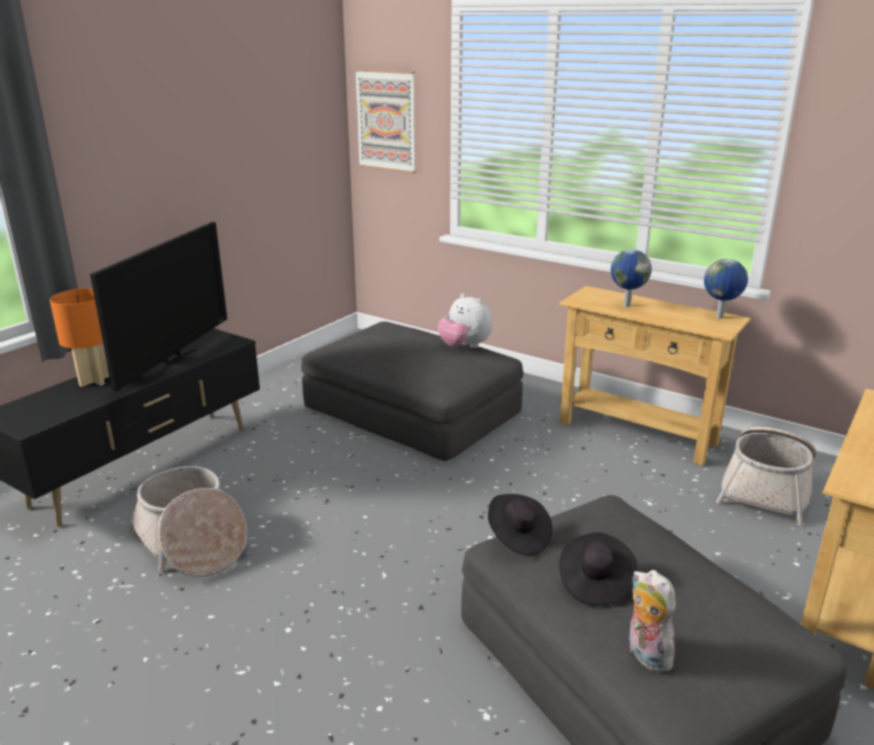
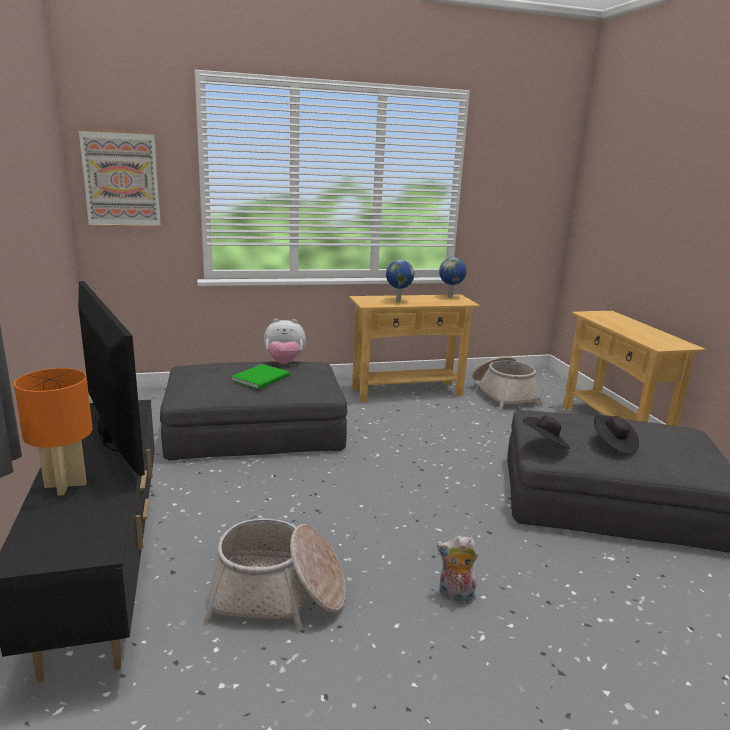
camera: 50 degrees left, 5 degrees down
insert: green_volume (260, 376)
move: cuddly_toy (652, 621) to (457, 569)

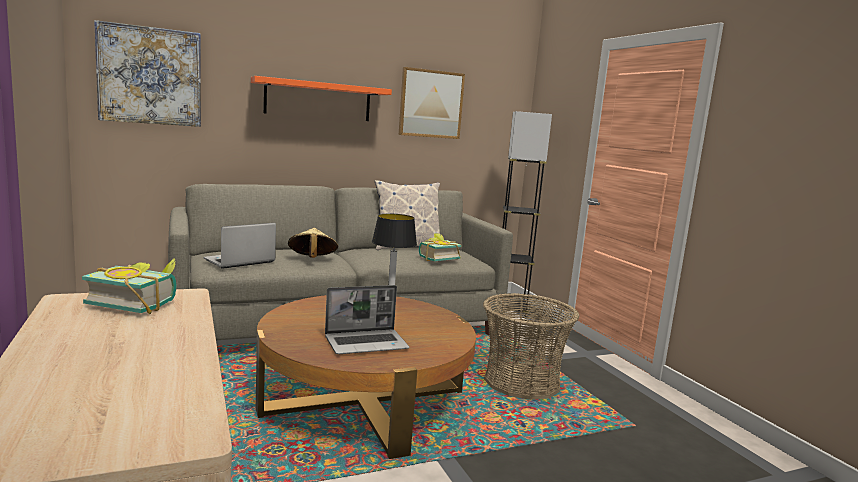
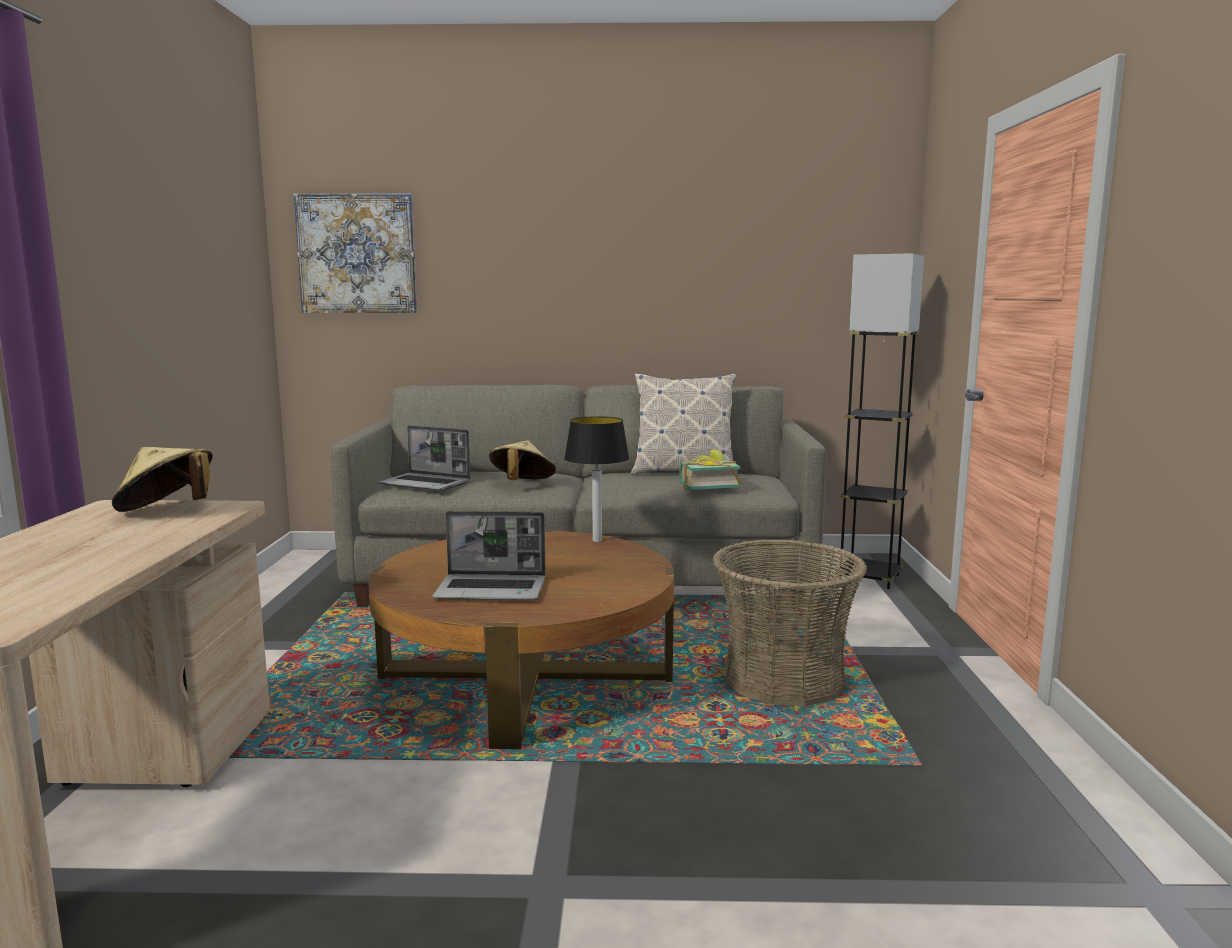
camera: 25 degrees right, 0 degrees up
delete: orange-coloured_wall_shelf (321, 98); picture (432, 103)
replace: volume (129, 286) to sand-coloured_clothing_hat (162, 479)
rotate: notebook_computer (239, 246) = (424, 458) 135 degrees counterclockwise

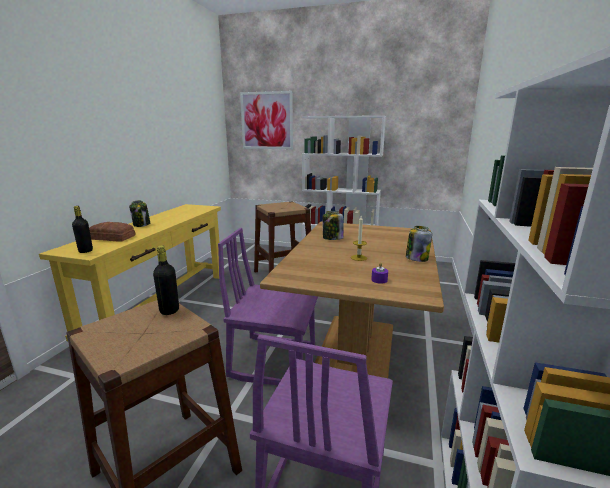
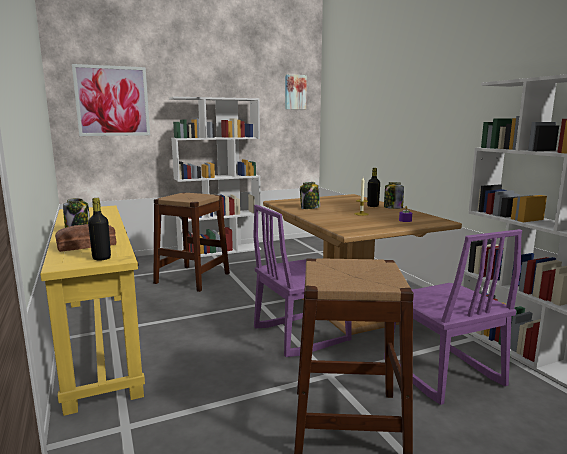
camera: 40 degrees left, 5 degrees down
insert: picture (296, 92)
move: black-coloured_beverage_bottle (166, 280) to (373, 187)

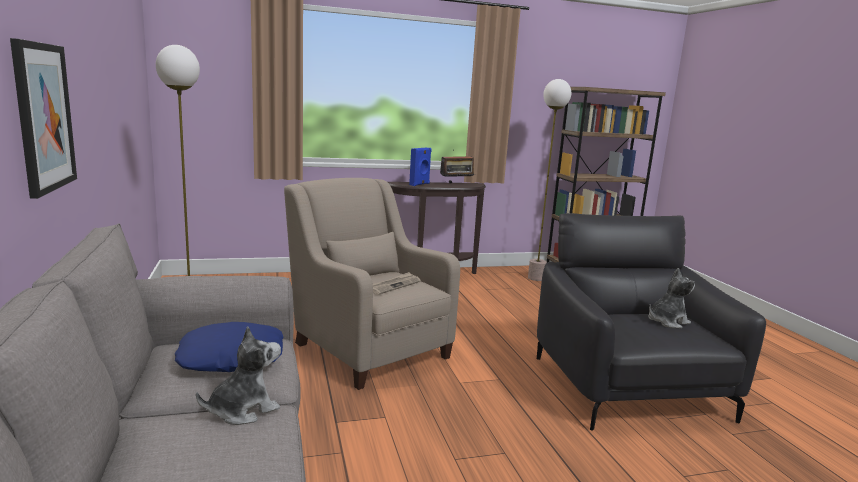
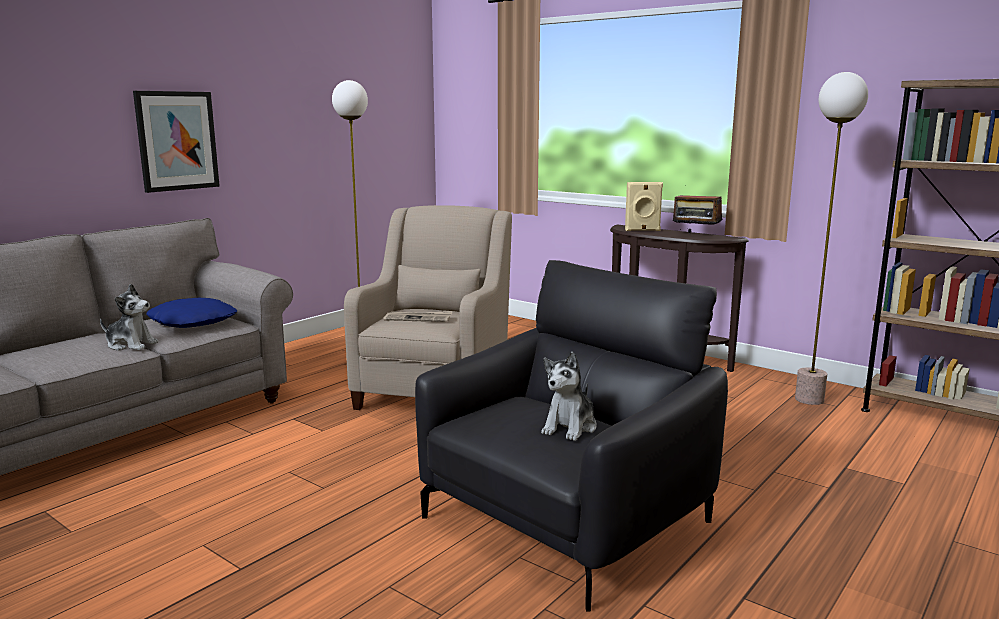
camera: 55 degrees right, 0 degrees up
recolor: blue-coloured_loudspeaker (420, 167) to sand-coloured_loudspeaker (644, 206)
rotate: cuddly_toy (671, 298) = (569, 396) 90 degrees clockwise

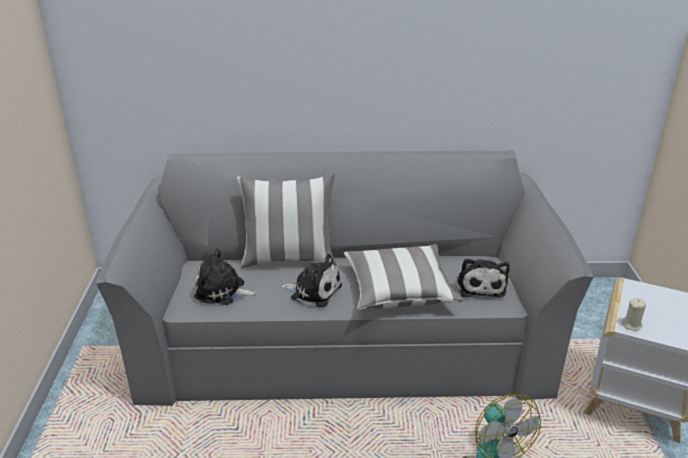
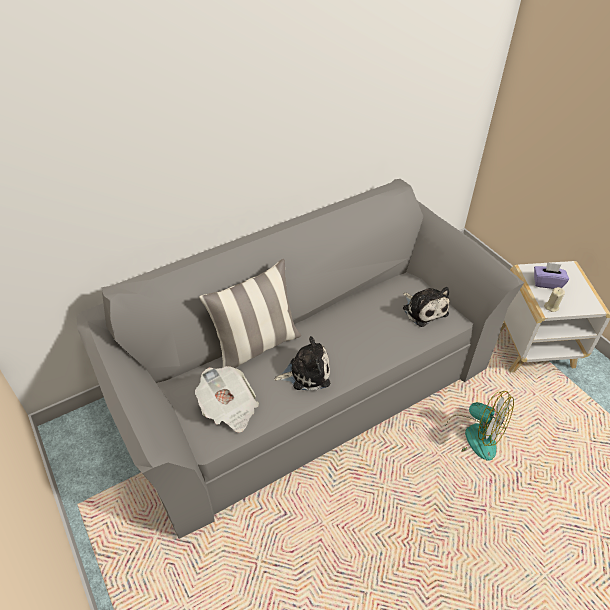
camera: 30 degrees left, 15 degrees up
delete: pillow (403, 277)
insert: purplish_tissue_holder (551, 275)
replace: cuddly_toy (226, 276) to newspaper (227, 399)

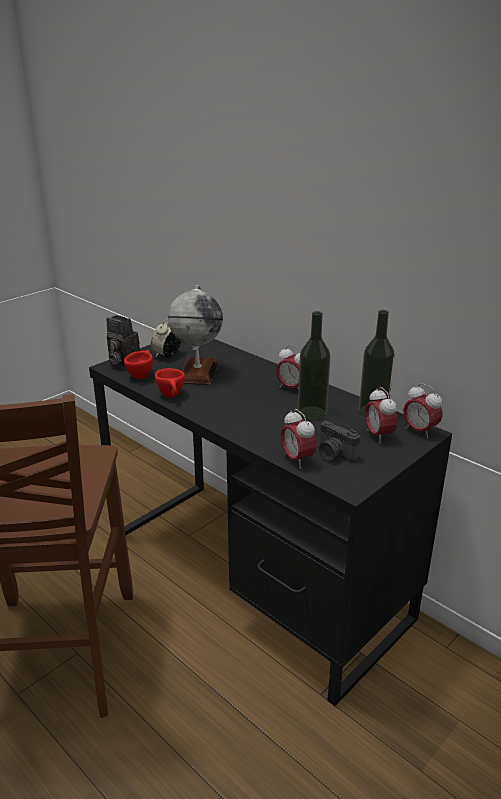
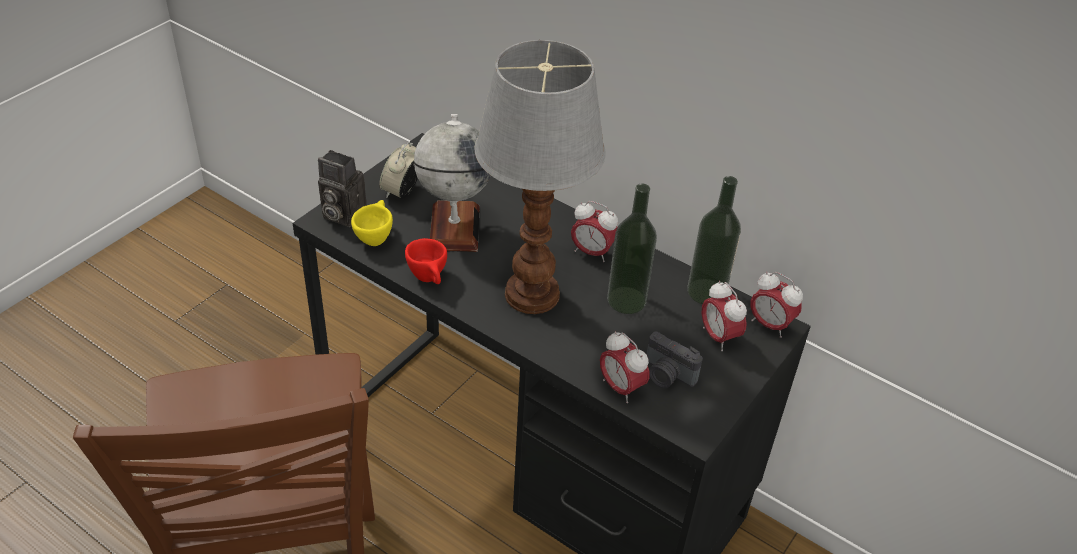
camera: 10 degrees left, 15 degrees up
insert: tabletop_lamp (539, 177)
recolor: reddish_drinking_cup (138, 364) to yellowish_drinking_cup (372, 223)

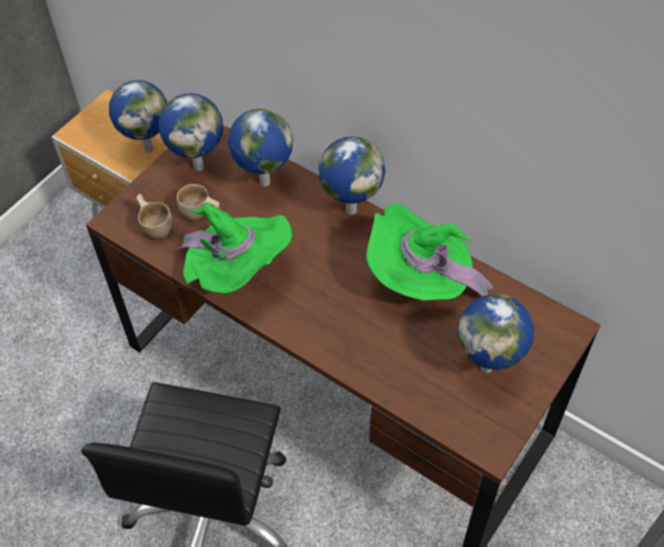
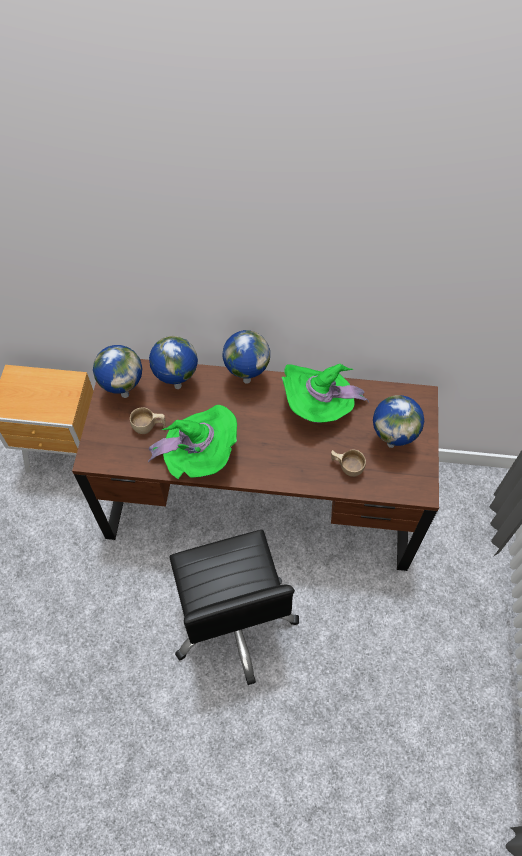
camera: 30 degrees left, 5 degrees up
delete: desk_globe (138, 116)
move: sand-coloured_drinking_cup (154, 216) to (348, 463)

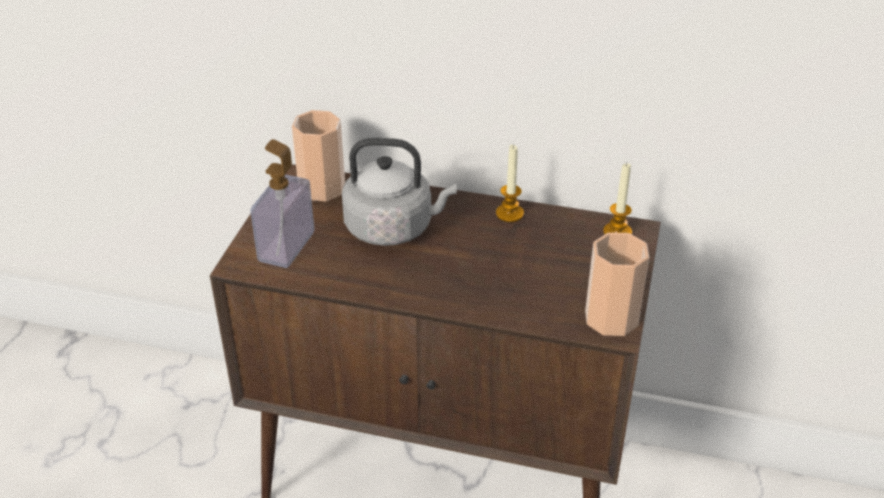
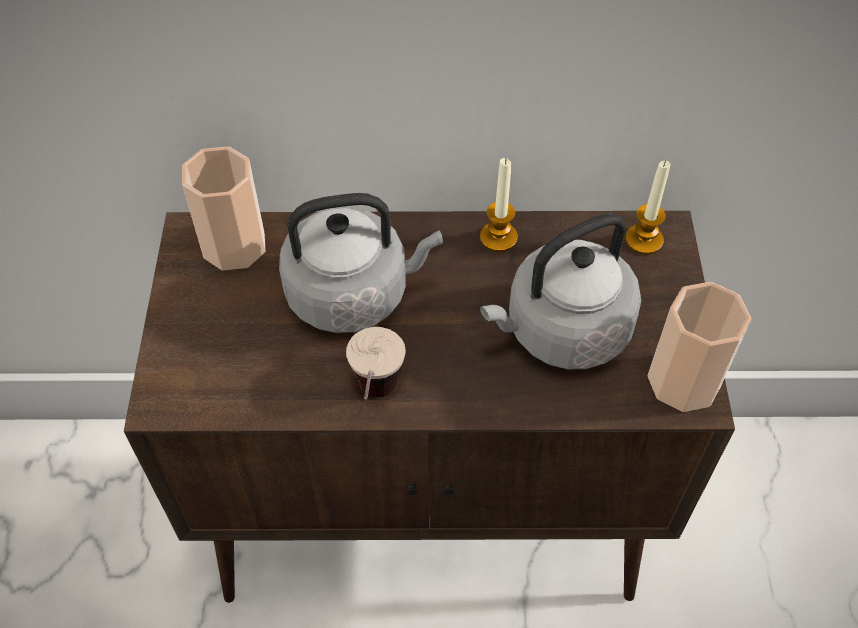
camera: 15 degrees left, 15 degrees up
delete: soap_dispenser (282, 203)
insert: drinking_cup (376, 363); gray_kettle (560, 291)

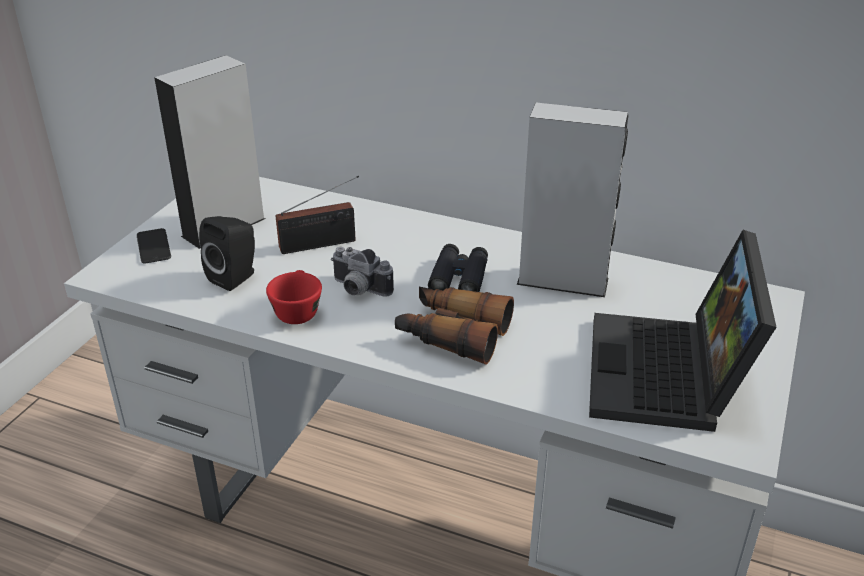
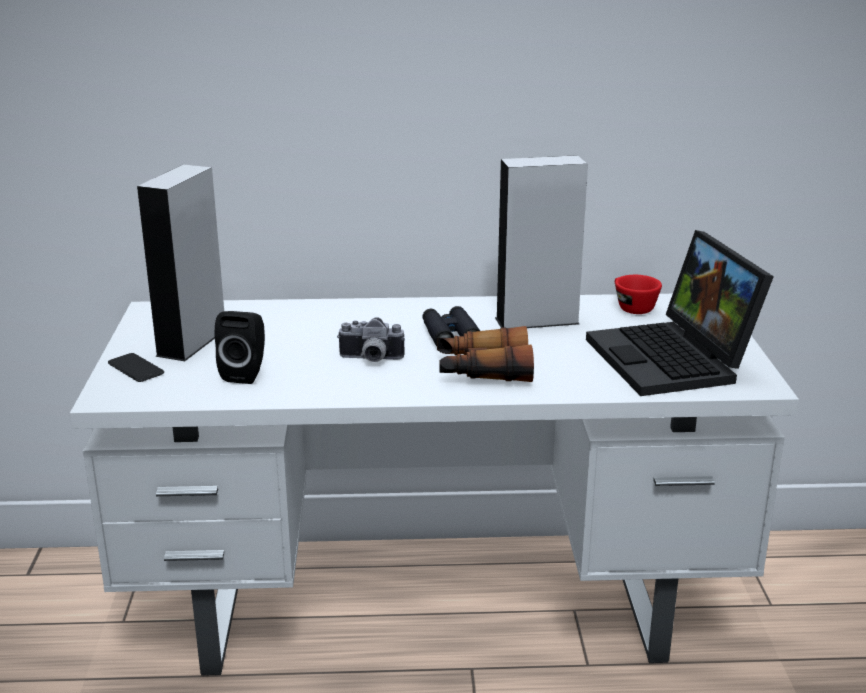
camera: 25 degrees left, 10 degrees down
delete: radio_set (317, 214)
move: reddish_drinking_cup (294, 297) to (638, 294)

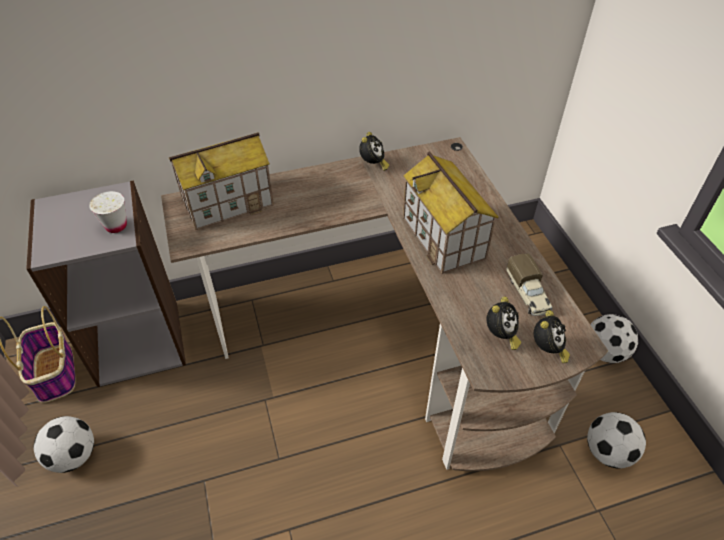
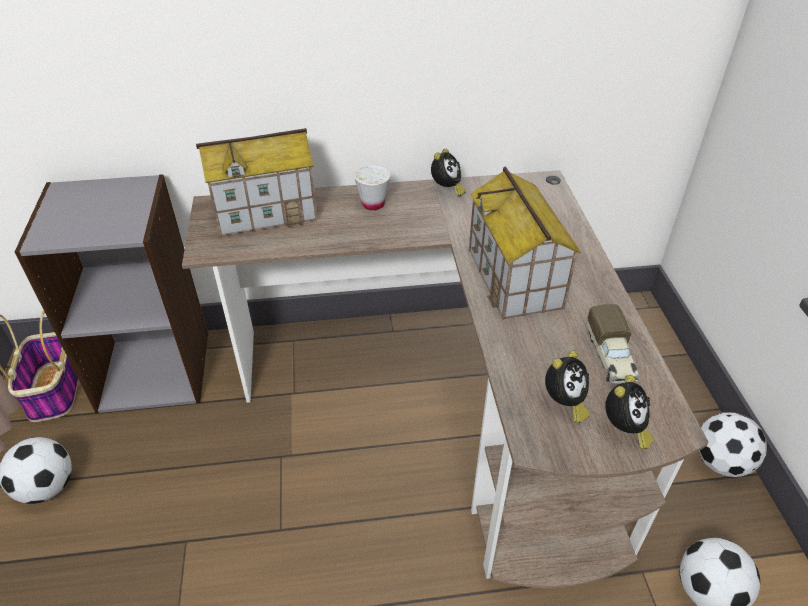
camera: 10 degrees right, 5 degrees down
move: white_drinking_cup (108, 212) to (372, 188)

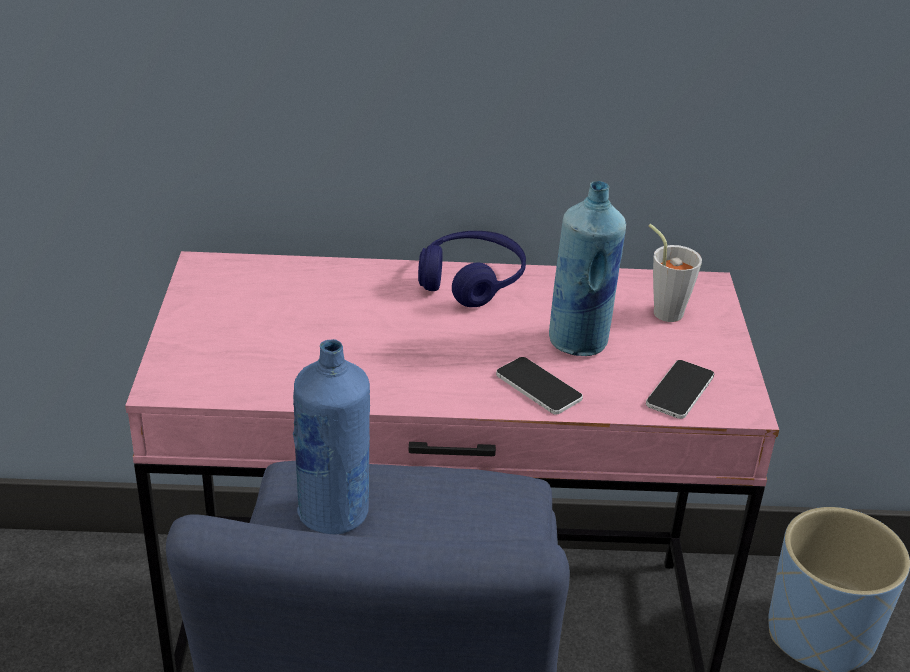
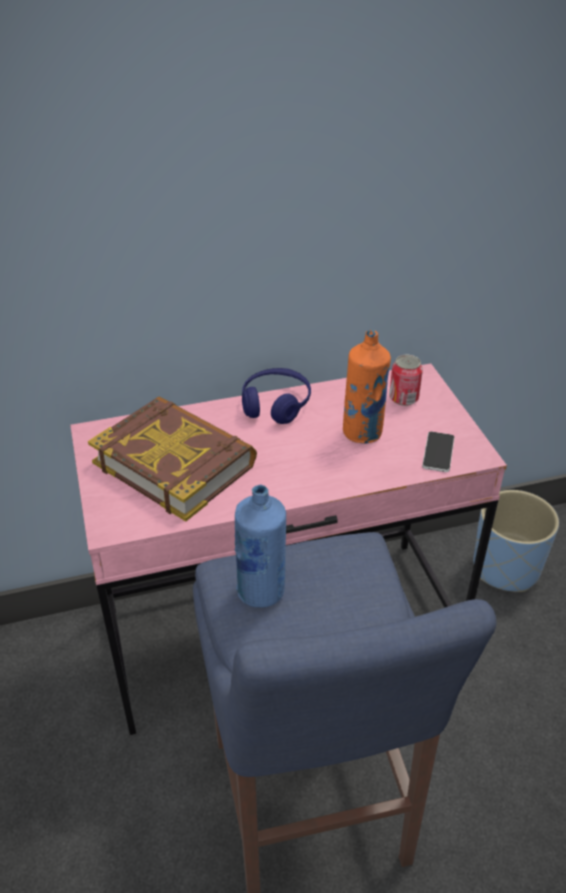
camera: 15 degrees left, 5 degrees up
delete: phone (539, 386)
insert: volume (172, 458)
replace: gray_drinking_cup (675, 273) to metal_can (406, 380)
recolor: blue-coloured_beverage_bottle (587, 268) to orange-coloured_beverage_bottle (367, 386)

